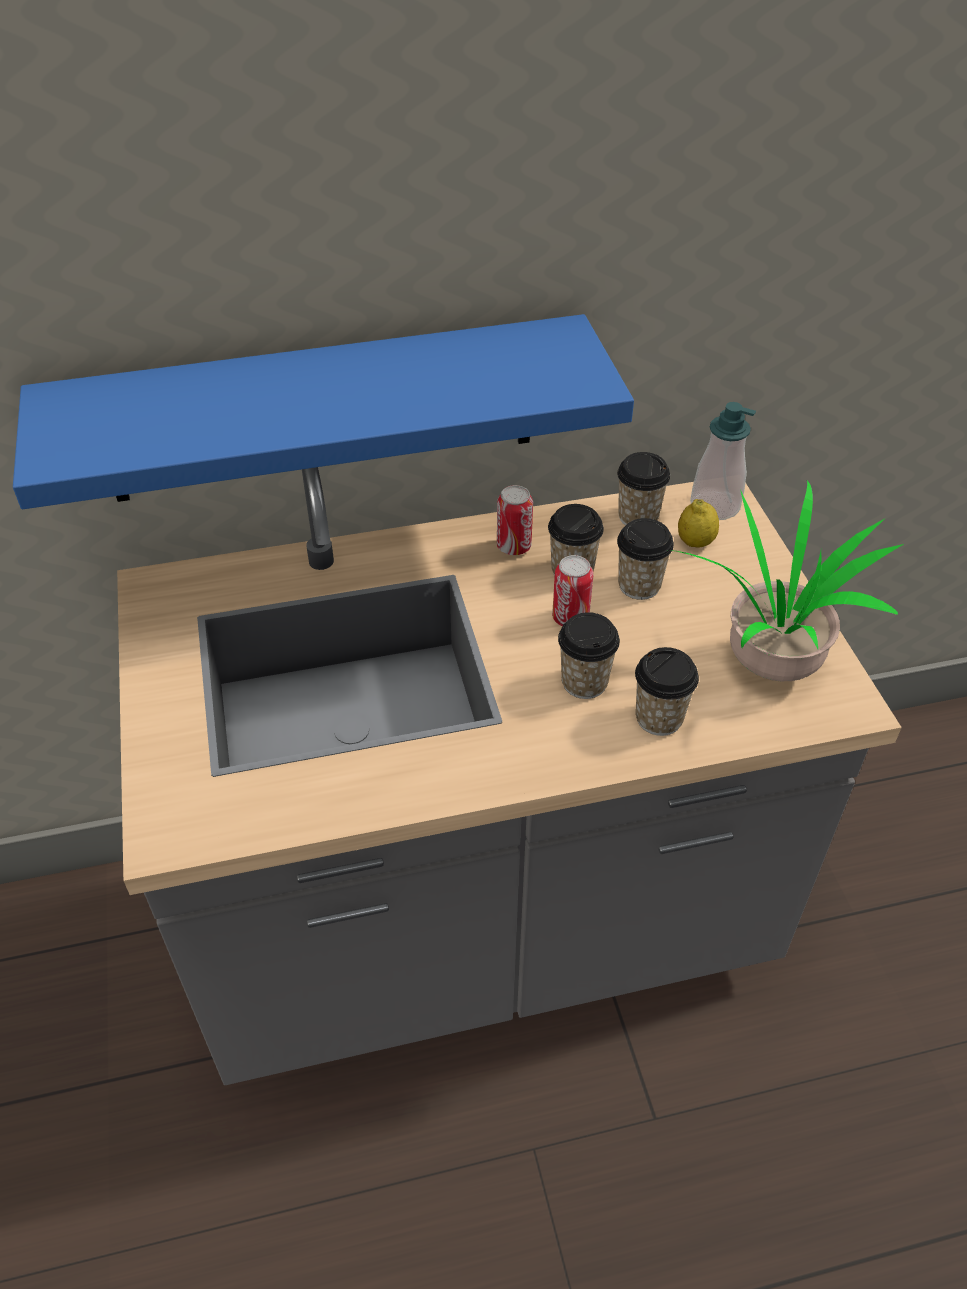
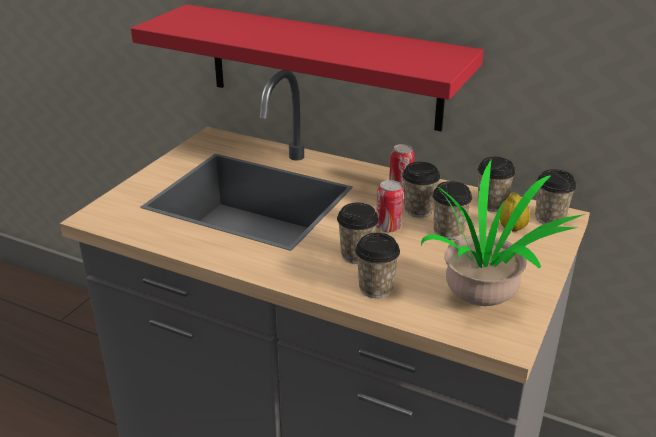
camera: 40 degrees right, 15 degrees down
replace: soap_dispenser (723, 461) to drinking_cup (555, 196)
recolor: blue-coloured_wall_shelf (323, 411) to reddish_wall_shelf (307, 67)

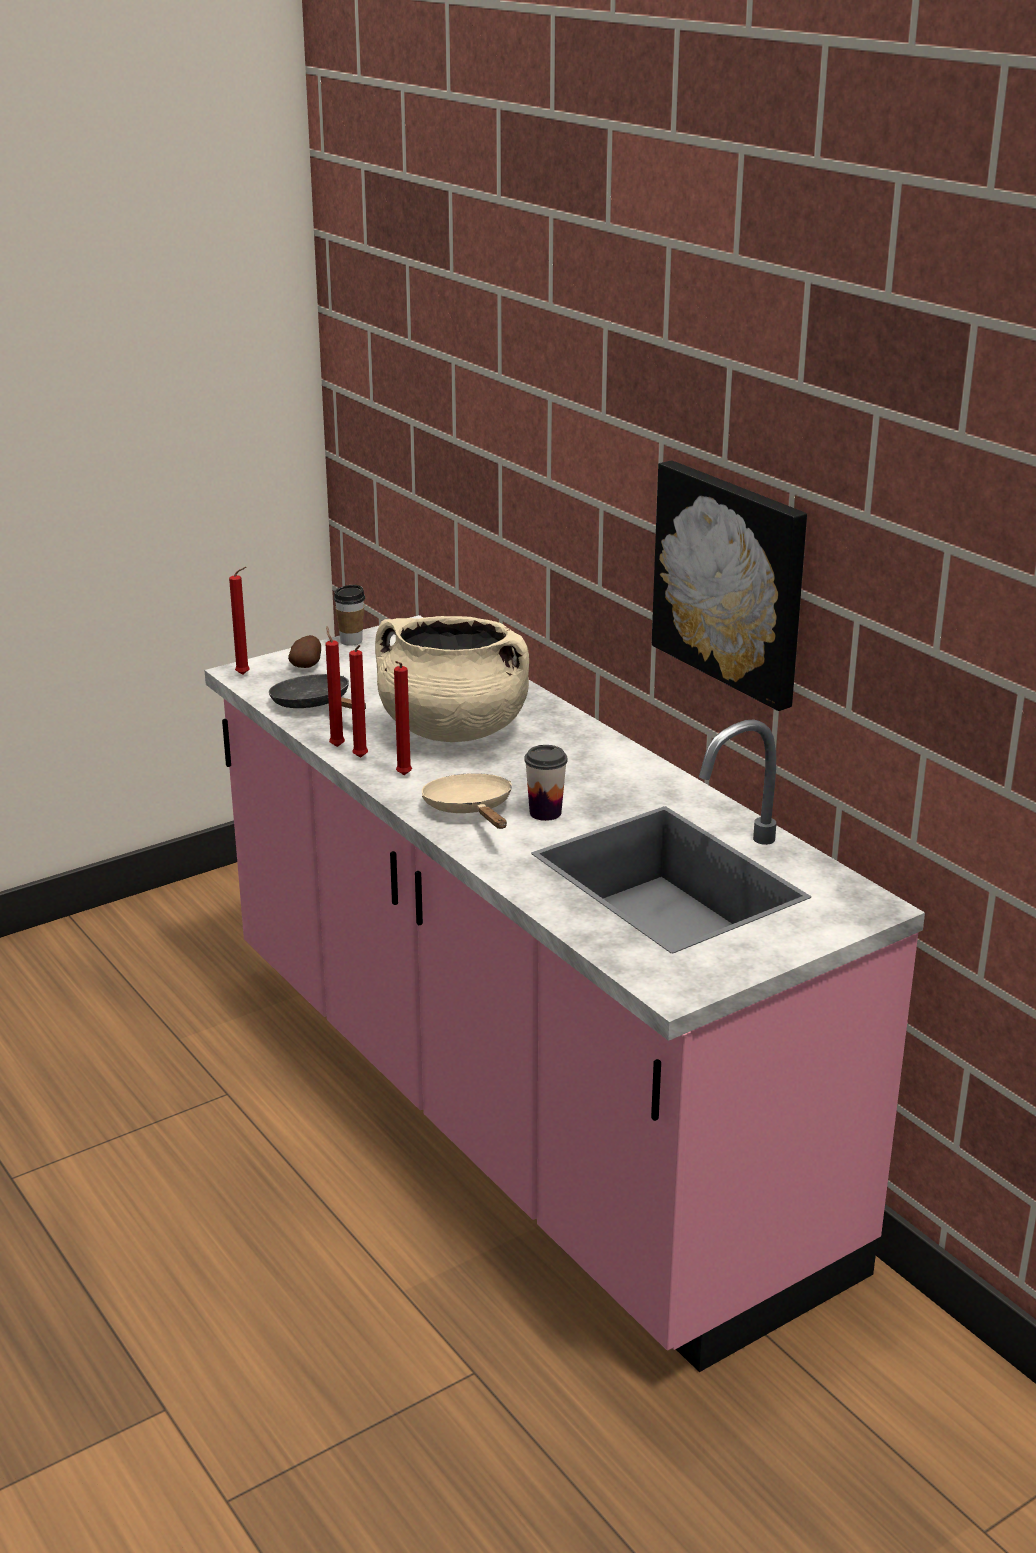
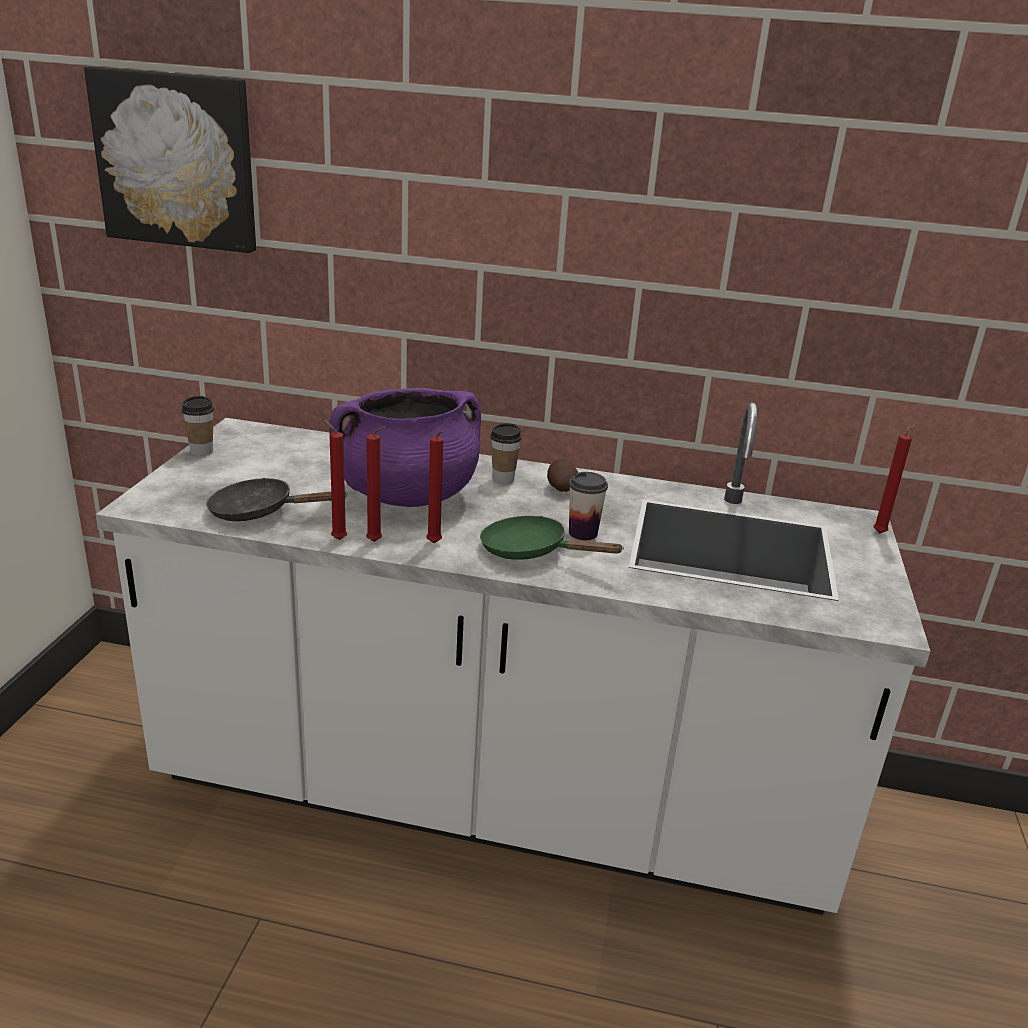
camera: 45 degrees left, 0 degrees up
insert: drinking_cup (506, 453)
move: reddish_wax_candle (239, 621) to (895, 478); whole_potato (304, 651) to (562, 475); picture (729, 586) to (170, 160)
recolor: pinkish_counter (564, 993) to white_counter (513, 658); sand-coloured_stockpot (452, 679) to purplish_stockpot (405, 447); sand-coloured_pan (467, 801) to green_pan (552, 538)

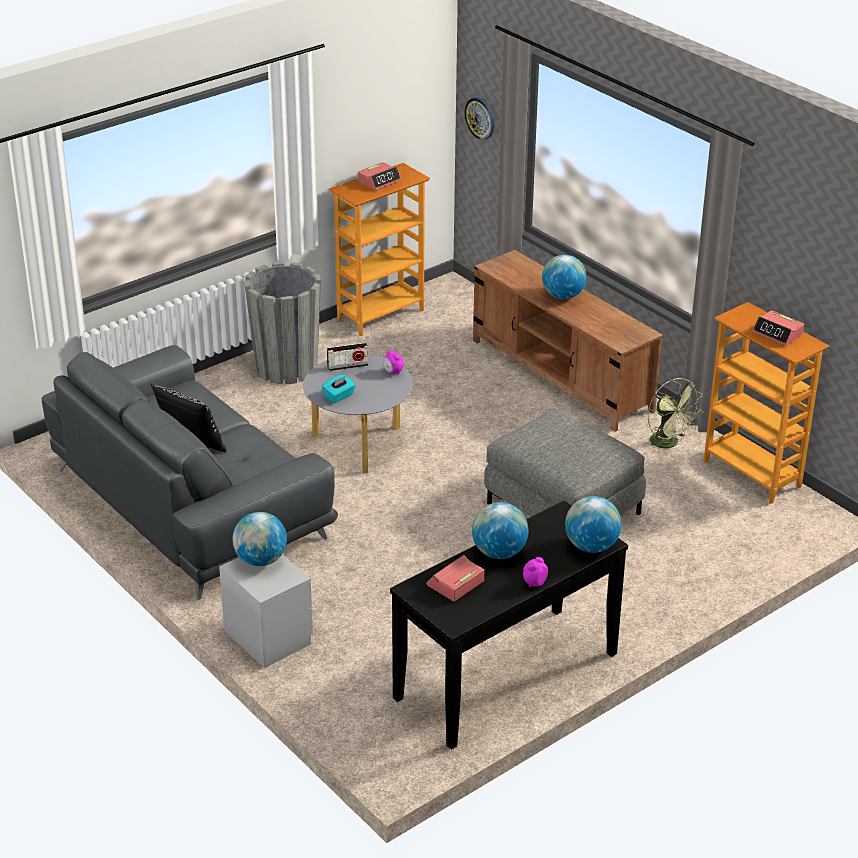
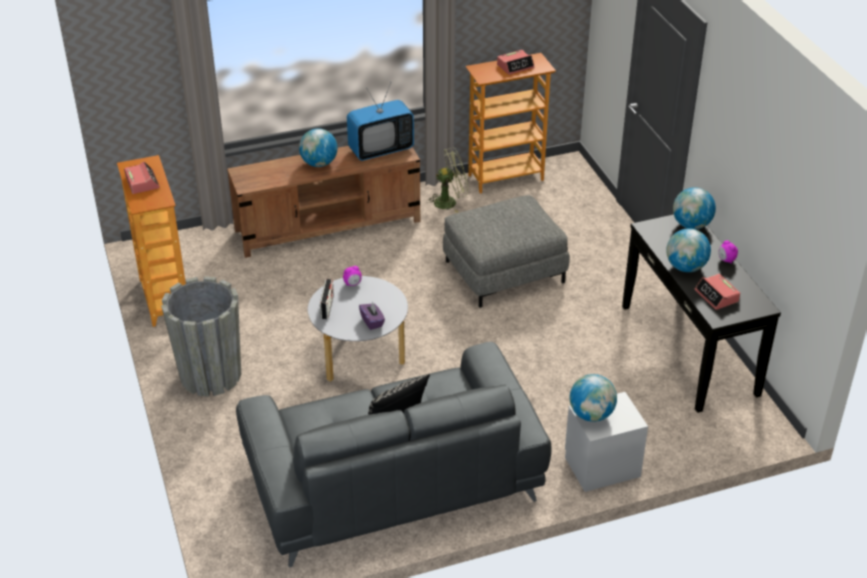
camera: 70 degrees left, 5 degrees up
delete: clock_on_the_wall (479, 118)
insert: TV_set (380, 122)
recolor: turquoise_tissue_holder (339, 388) to purplish_tissue_holder (372, 316)

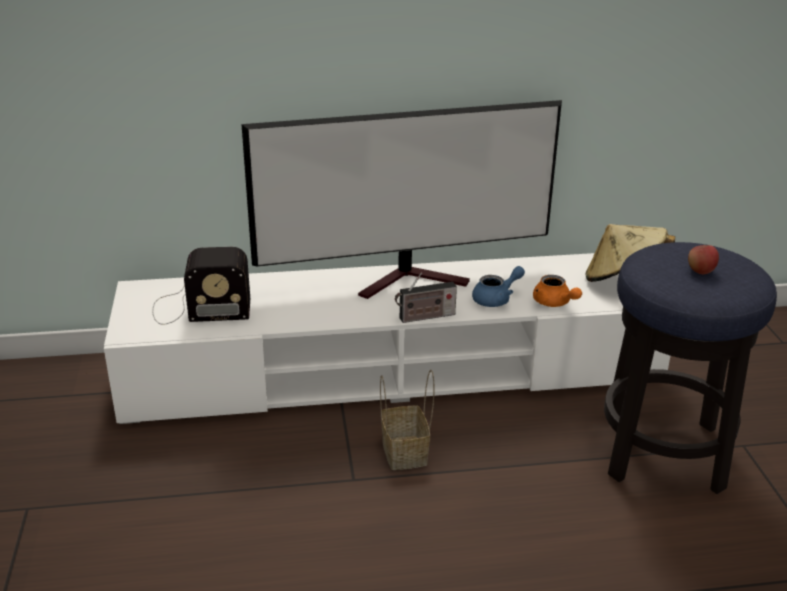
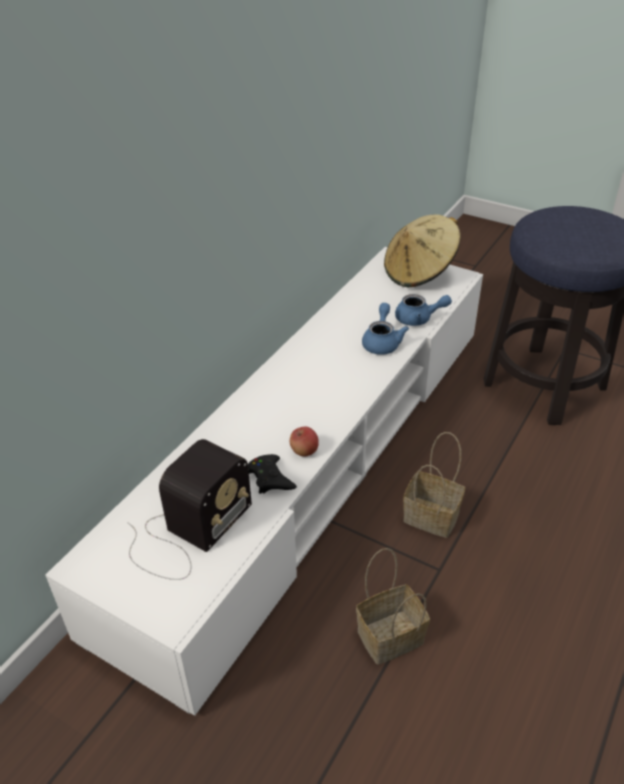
camera: 50 degrees left, 10 degrees up
delete: TV_set (402, 199); radio_set (426, 298)
insert: black-coloured_gamepad (272, 474); basket (393, 606)
move: apple_fruit (703, 259) to (304, 442)
recolor: orange-coloured_pot_for_tea (557, 291) to blue-coloured_pot_for_tea (423, 310)

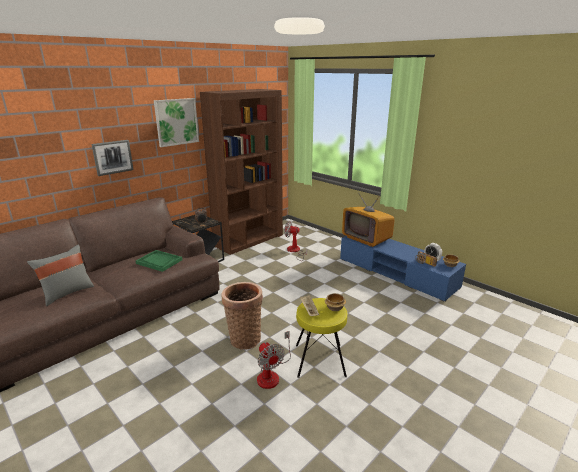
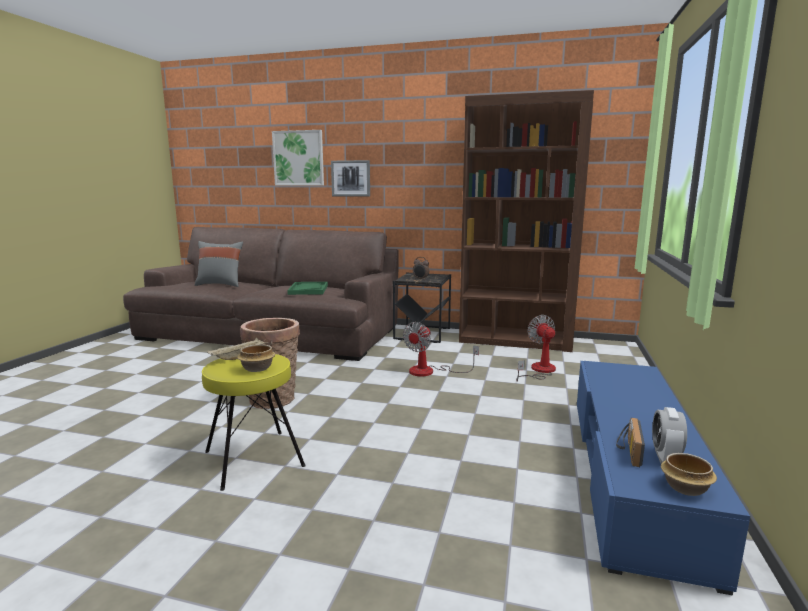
camera: 60 degrees right, 10 degrees down
delete: TV_set (368, 220)
move: picture (176, 122) to (298, 157); electric_fan (274, 360) to (441, 349)

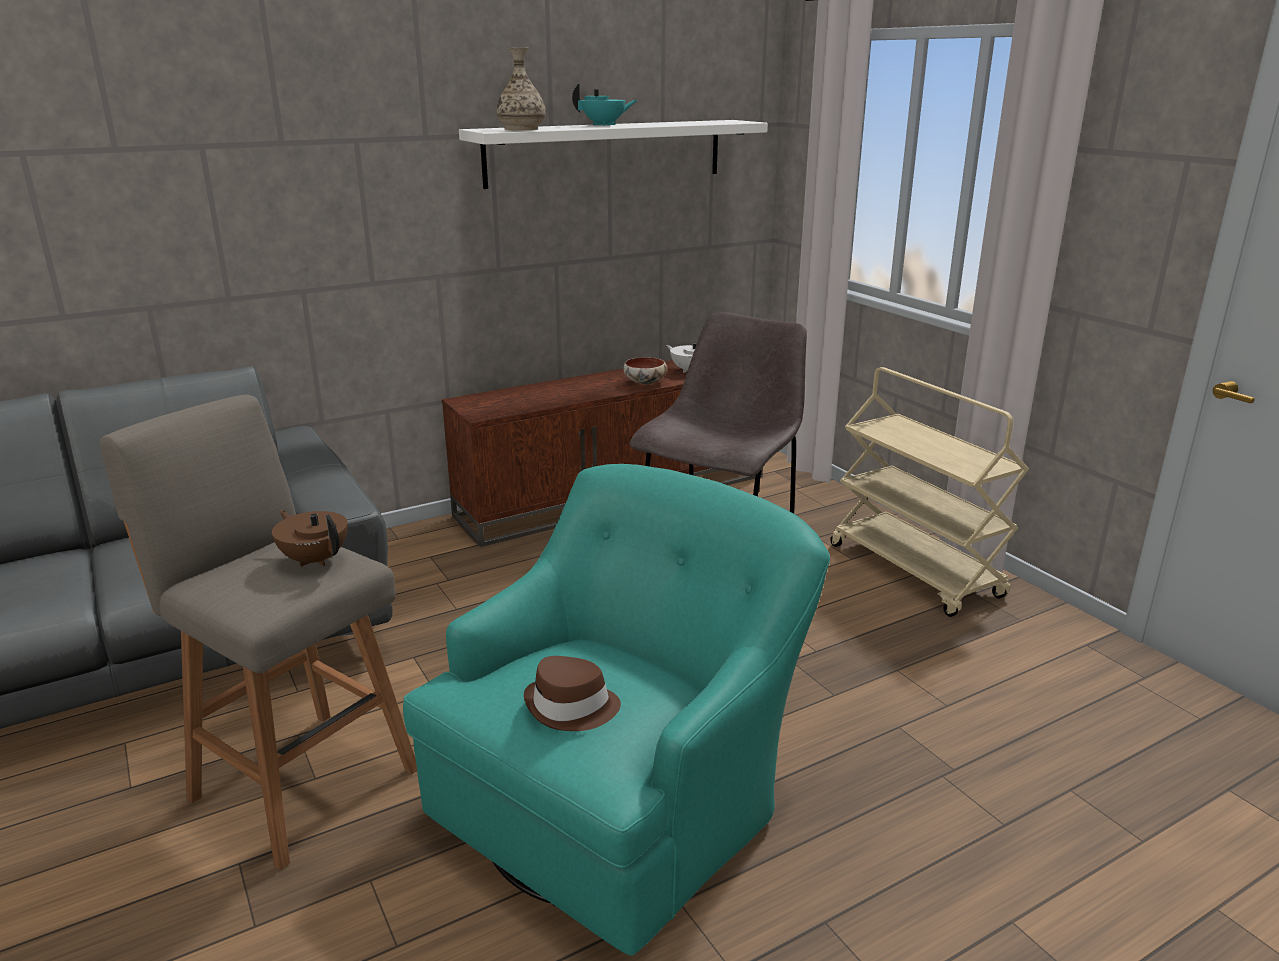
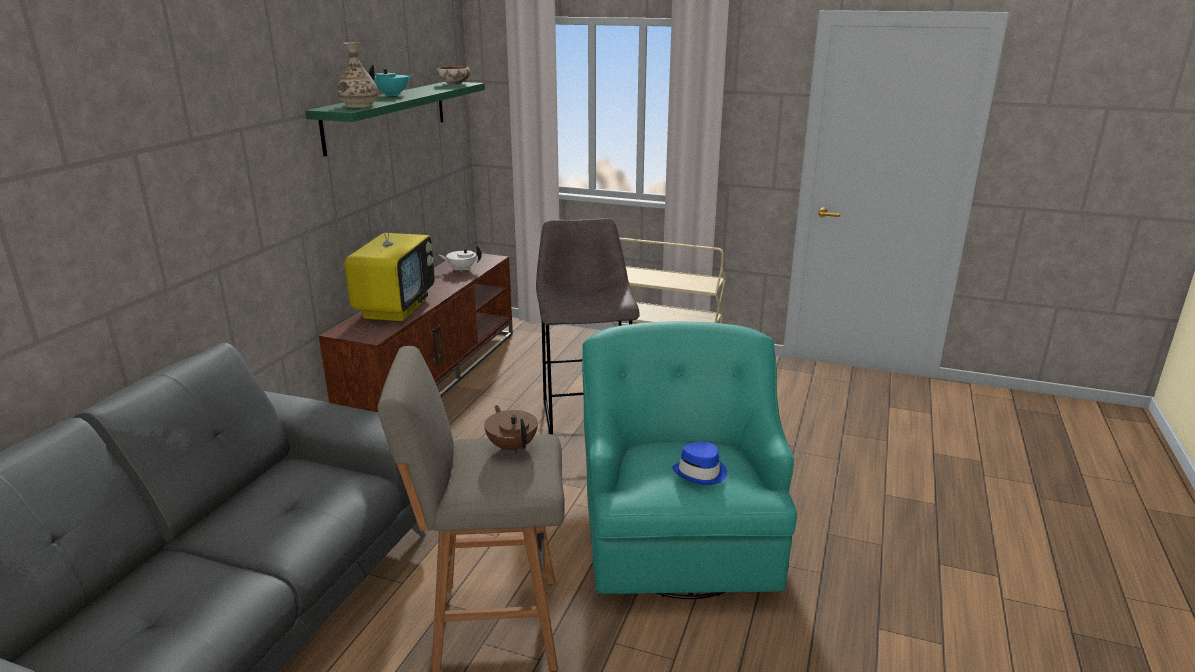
camera: 40 degrees left, 0 degrees up
insert: TV_set (389, 261)
move: serving_bowl (645, 371) to (453, 75)
recolor: white_wall_shelf (613, 154) to green_wall_shelf (395, 119); brownish_clothing_hat (572, 693) to blue-coloured_clothing_hat (699, 463)
rotate: brownish_pot_for_tea (310, 538) = (511, 429) 60 degrees clockwise

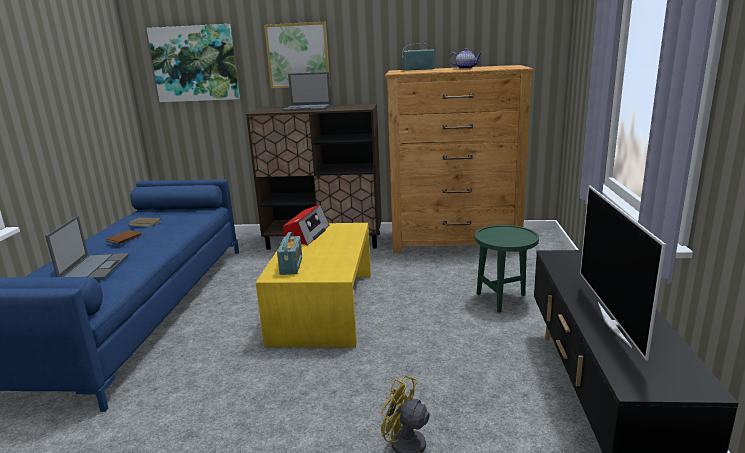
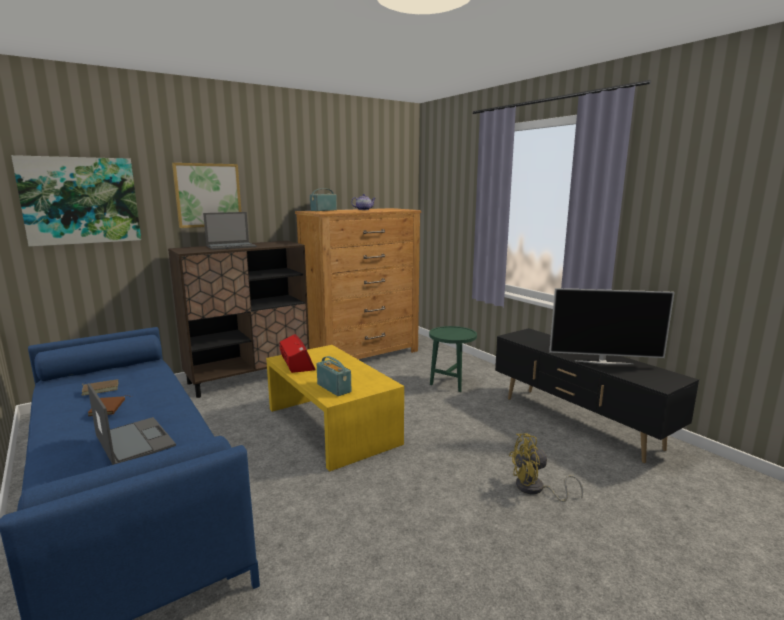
camera: 40 degrees left, 5 degrees down
rotate: TV_set (623, 273) = (612, 326) 45 degrees counterclockwise

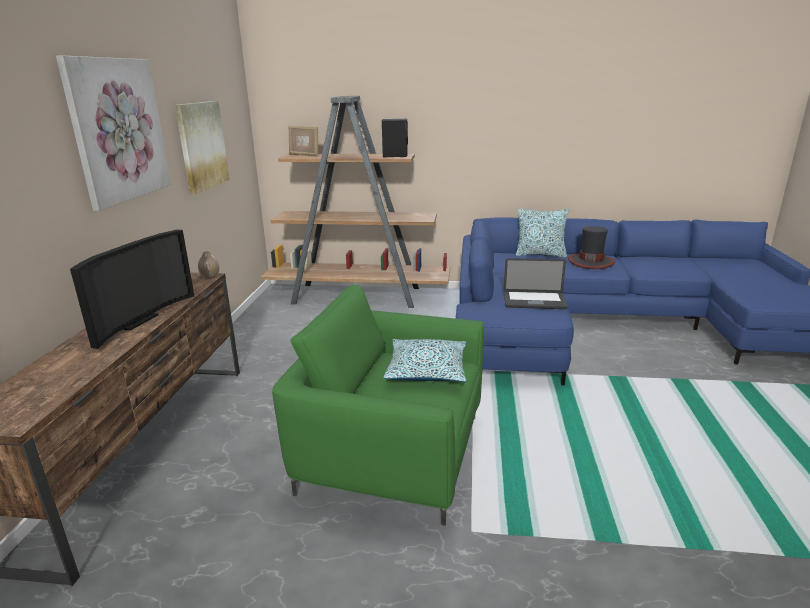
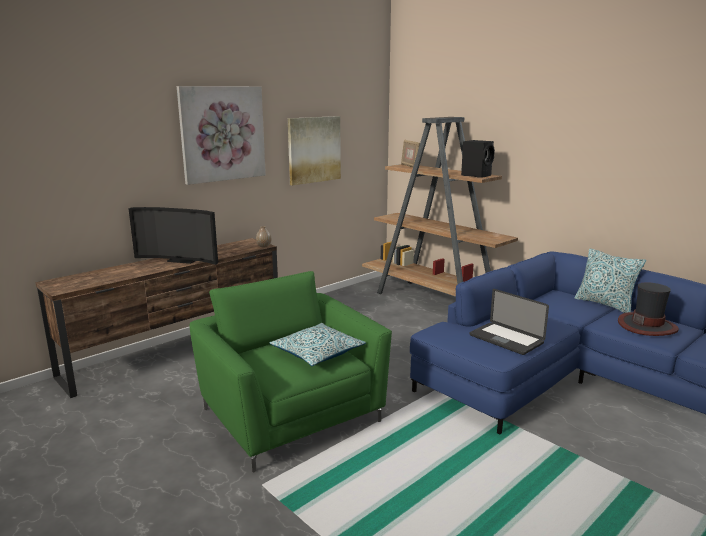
camera: 40 degrees right, 5 degrees down
rotate: TV_set (132, 289) = (173, 236) 45 degrees clockwise

